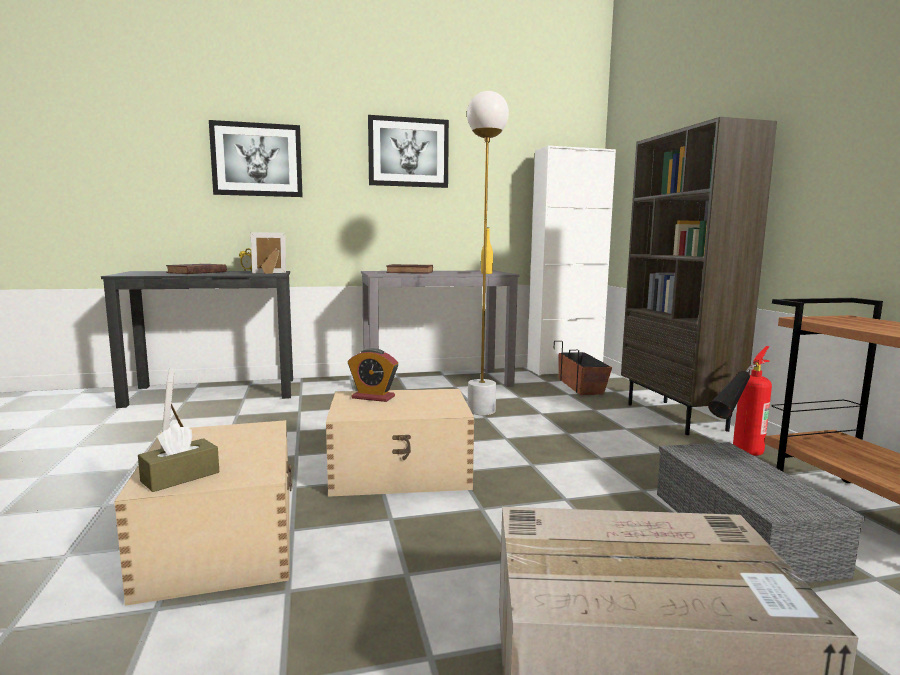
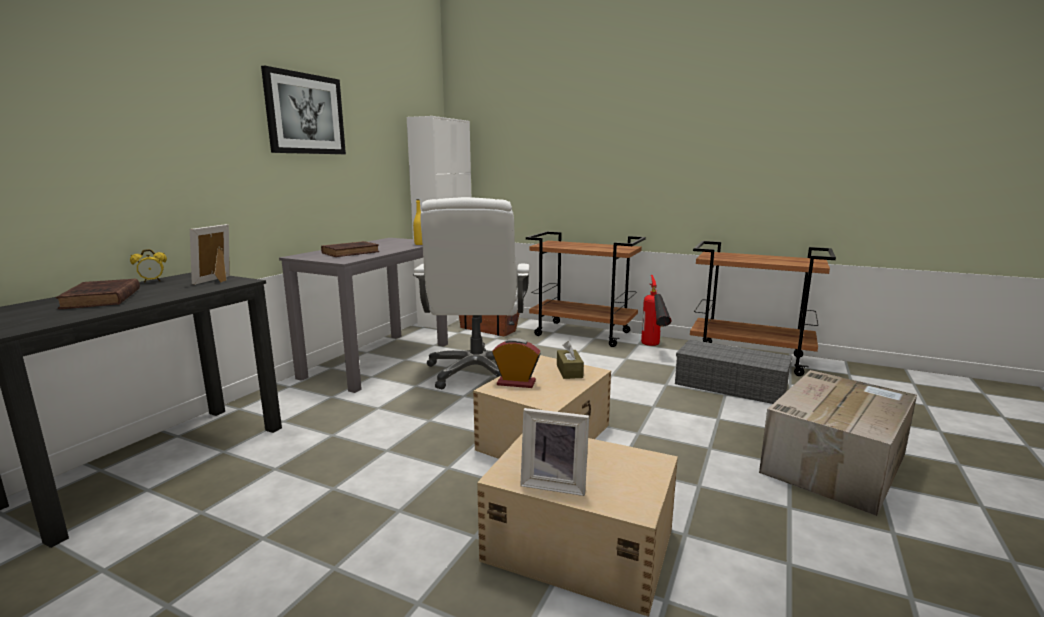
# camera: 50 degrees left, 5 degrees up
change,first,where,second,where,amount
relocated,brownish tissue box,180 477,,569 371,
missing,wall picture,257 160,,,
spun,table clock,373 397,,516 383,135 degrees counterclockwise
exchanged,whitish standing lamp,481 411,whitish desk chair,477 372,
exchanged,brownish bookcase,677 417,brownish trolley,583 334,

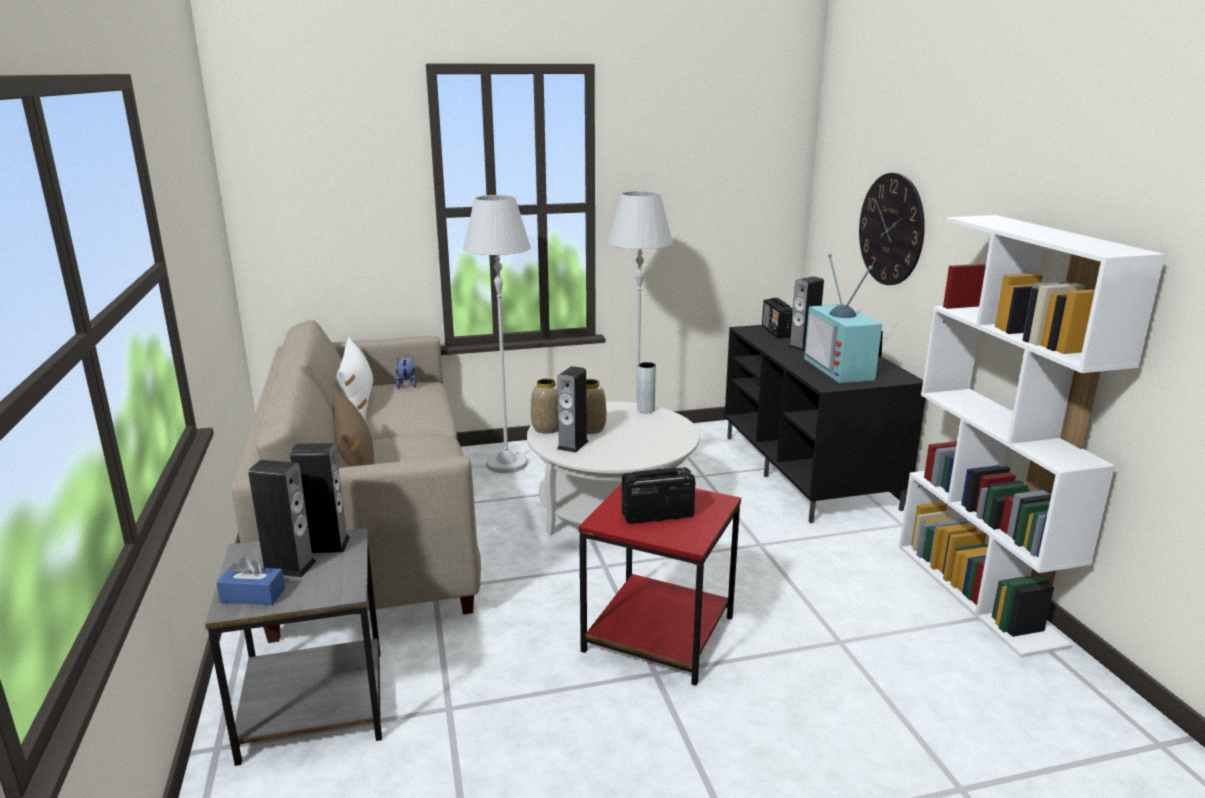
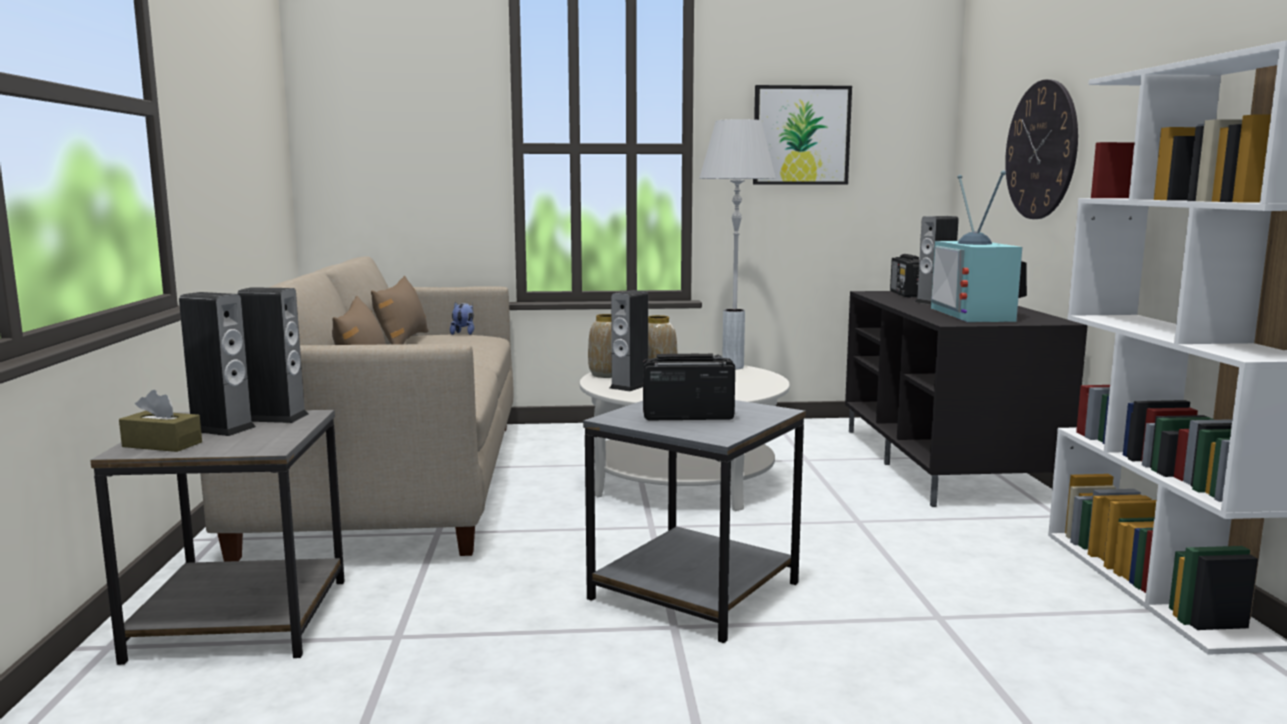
# camera: 10 degrees right, 10 degrees down
change,first,where,second,where,amount
colour,bluish tissue box,253 595,brownish tissue box,162 444,
colour,whitish throw pillow,358 402,brownish throw pillow,402 342,
missing,whitish standing lamp,506 464,,,
colour,reddish accent table,661 633,grey accent table,697 590,
appeared,,,wall picture,801 135,

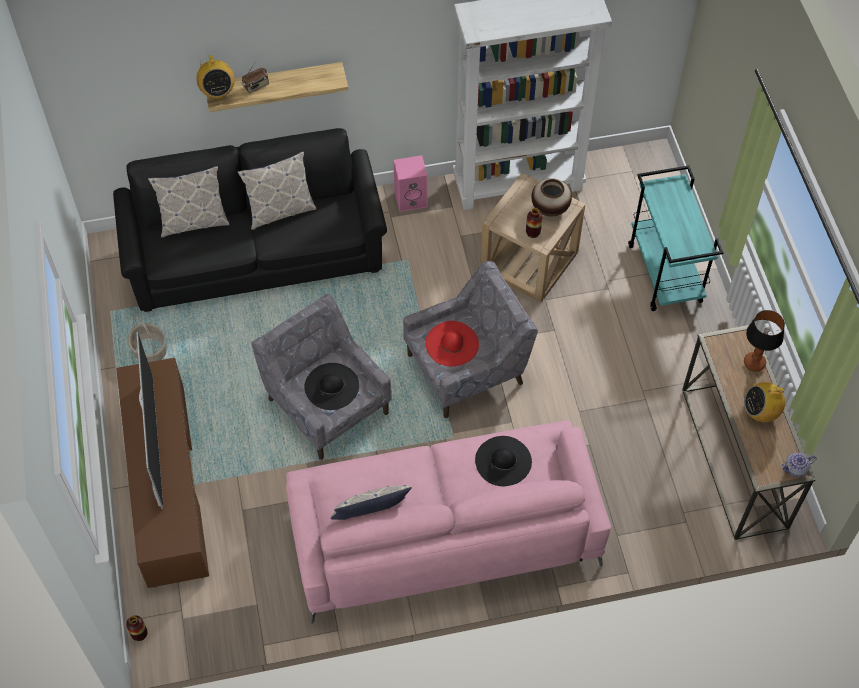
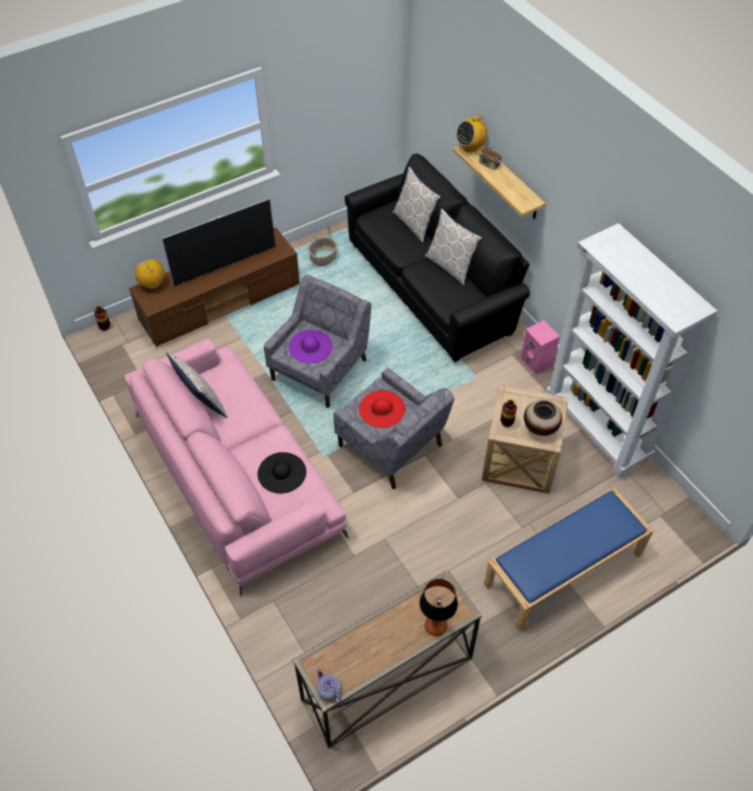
# camera: 70 degrees right, 5 degrees down
change,first,where,second,where,amount
colour,black-coloured hat,331 386,purplish hat,310 346,
exchanged,turquoise trolley,665 274,bluish bench,563 570,
relocated,radio set,760 412,,153 284,

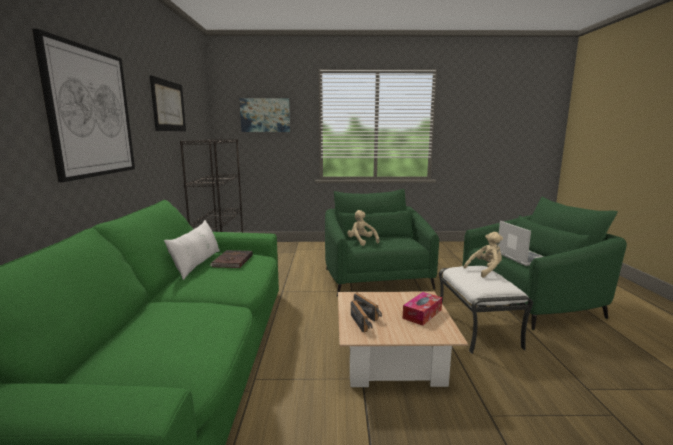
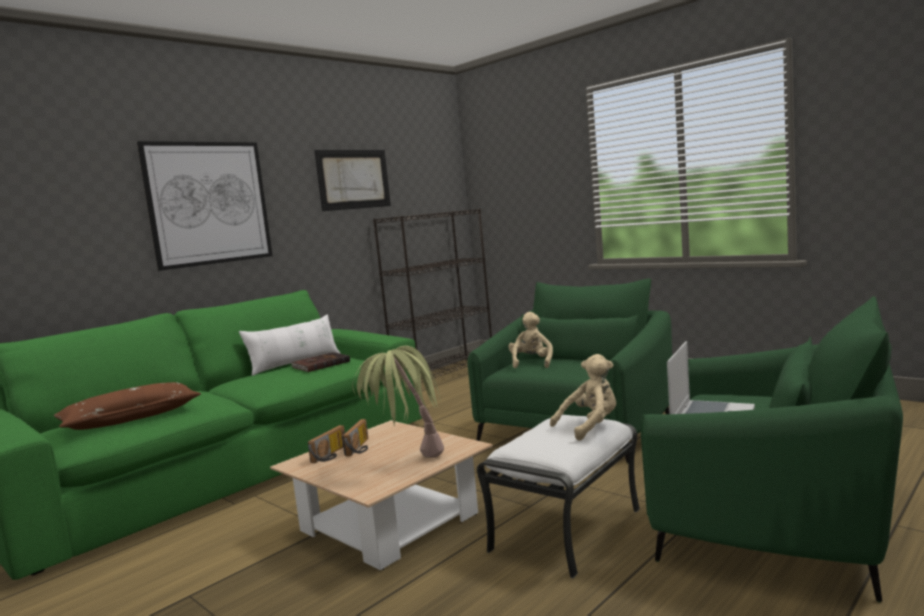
# camera: 45 degrees right, 5 degrees down
change,first,where,second,where,amount
missing,wall picture,265 115,,,
exchanged,tissue box,422 314,potted plant,407 463,
spun,sand-coloured plush toy,485 270,,590 427,45 degrees counterclockwise
appeared,,,brownish throw pillow,131 418,

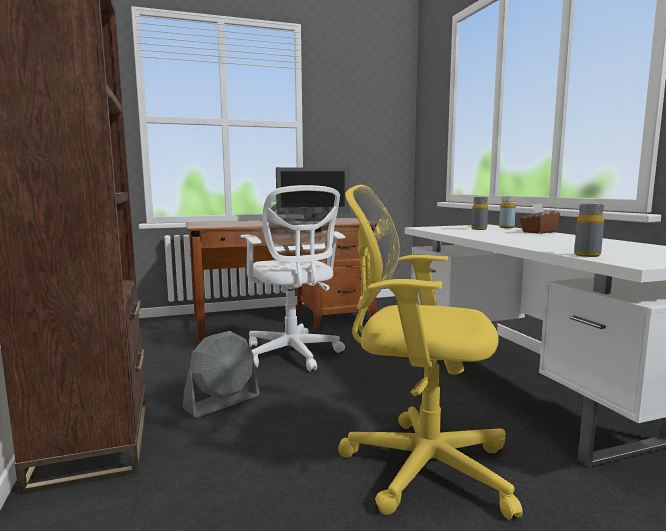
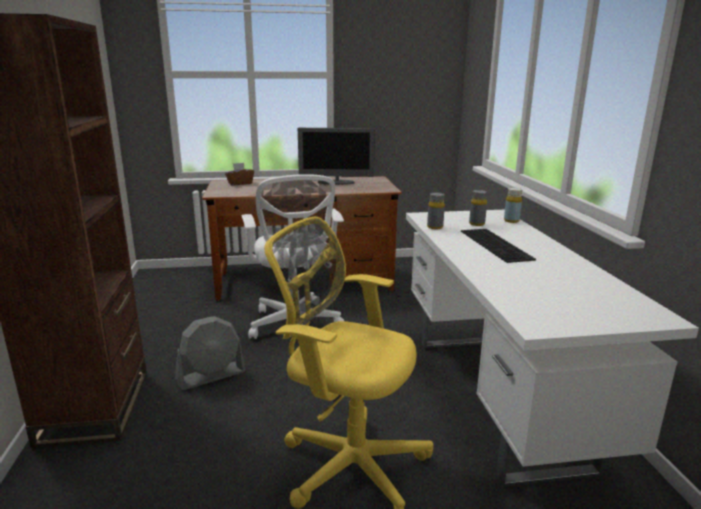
# camera: 10 degrees right, 10 degrees up
change,first,where,second,where,amount
relocated,brownish tissue box,538 232,,240 183,
relocated,grey drink bottle,587 255,,435 227,
appeared,,,PC keyboard,497 245,

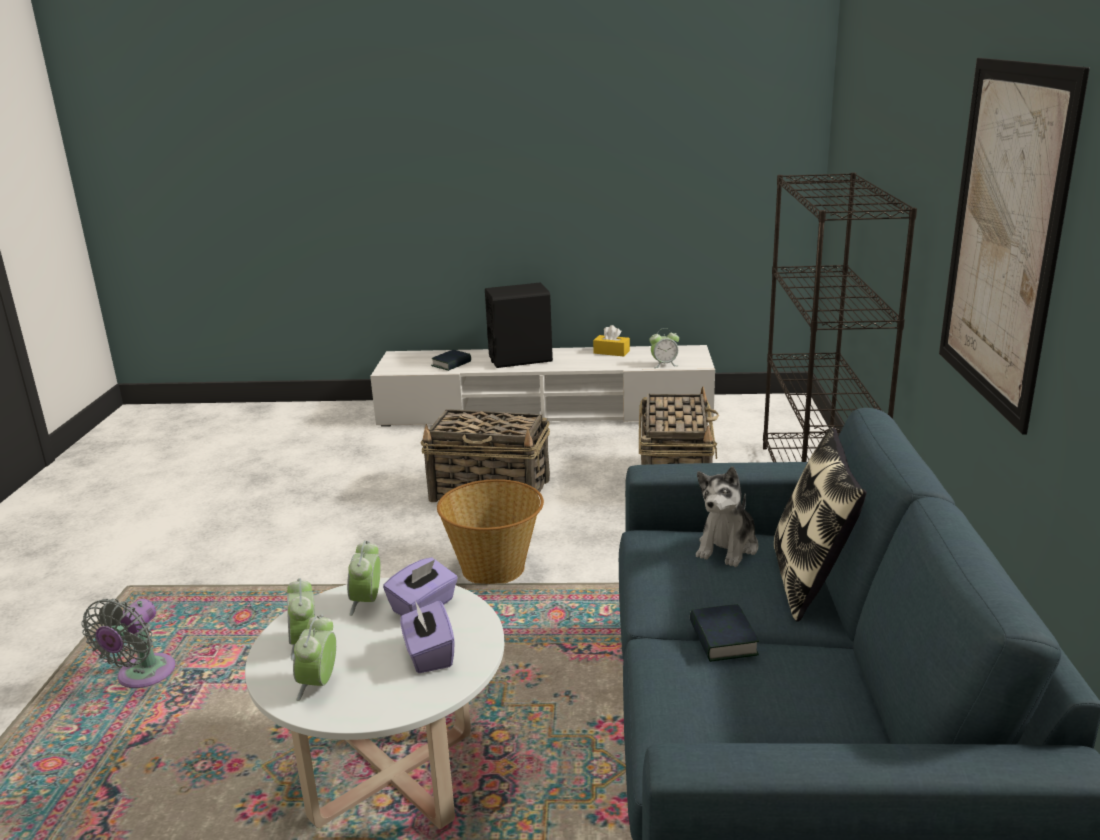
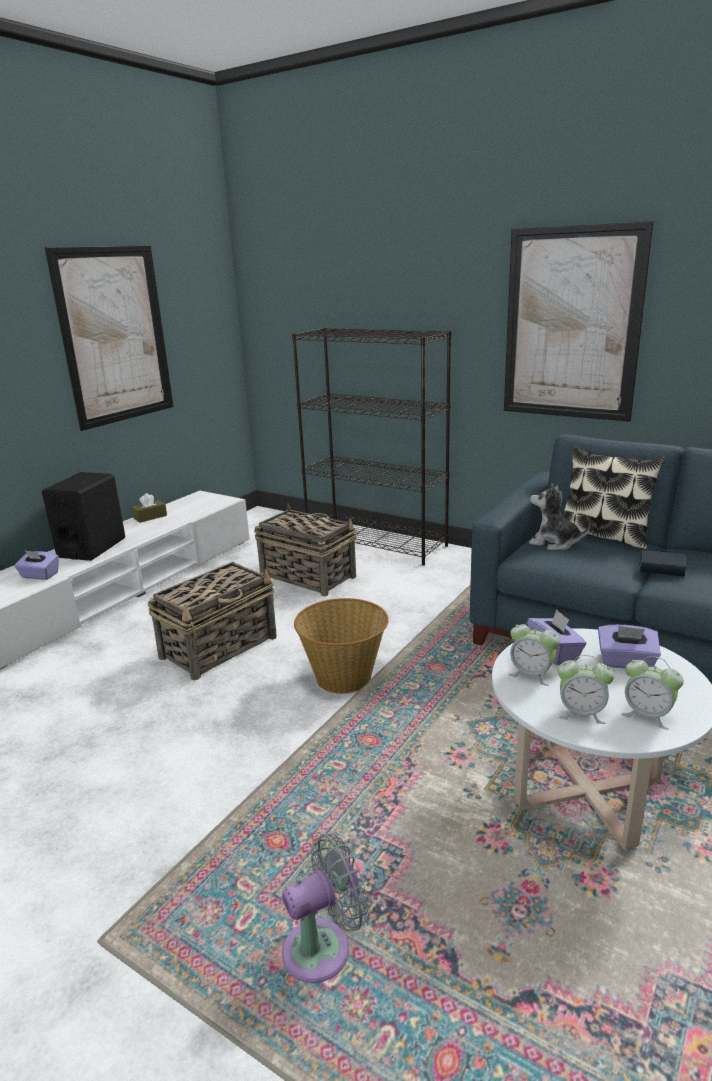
# camera: 60 degrees left, 0 degrees up
change,first,where,second,where,amount
spun,grey fan,142 676,,323 948,75 degrees counterclockwise
exchanged,book,451 364,purplish tissue box,39 575,
colour,yellow tissue box,611 352,brownish tissue box,150 517,
missing,table clock,664 364,,,
spun,plush toy,727 547,,554 543,150 degrees clockwise
appeared,,,wall picture,115 336,

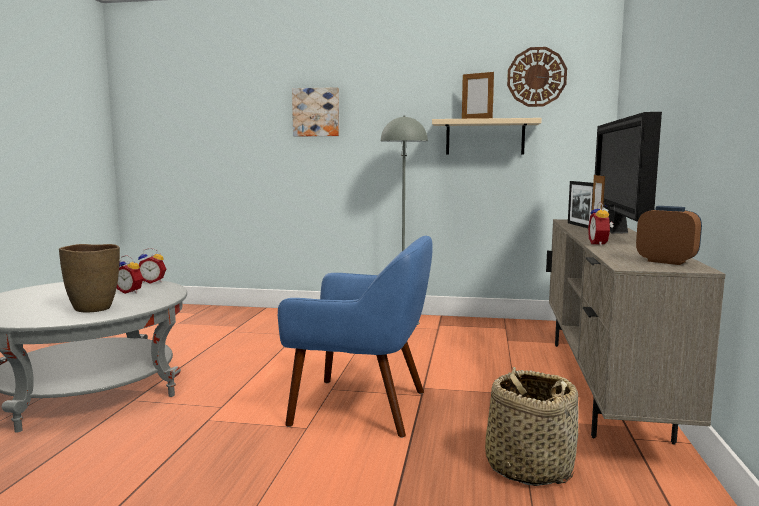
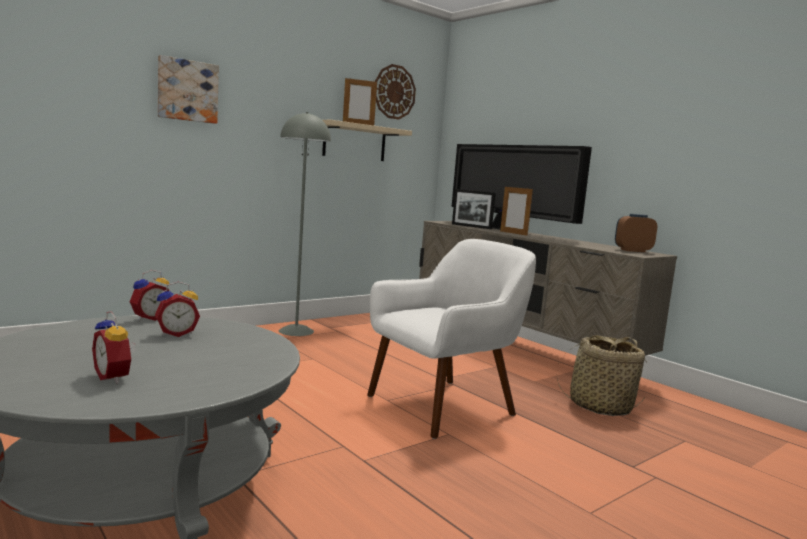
# camera: 50 degrees left, 0 degrees up
change,first,where,second,where,amount
missing,brownish flower vase,94 308,,,
colour,bluish lounge chair,362 408,whitish lounge chair,443 406,
relocated,table clock,600 244,,115 377,

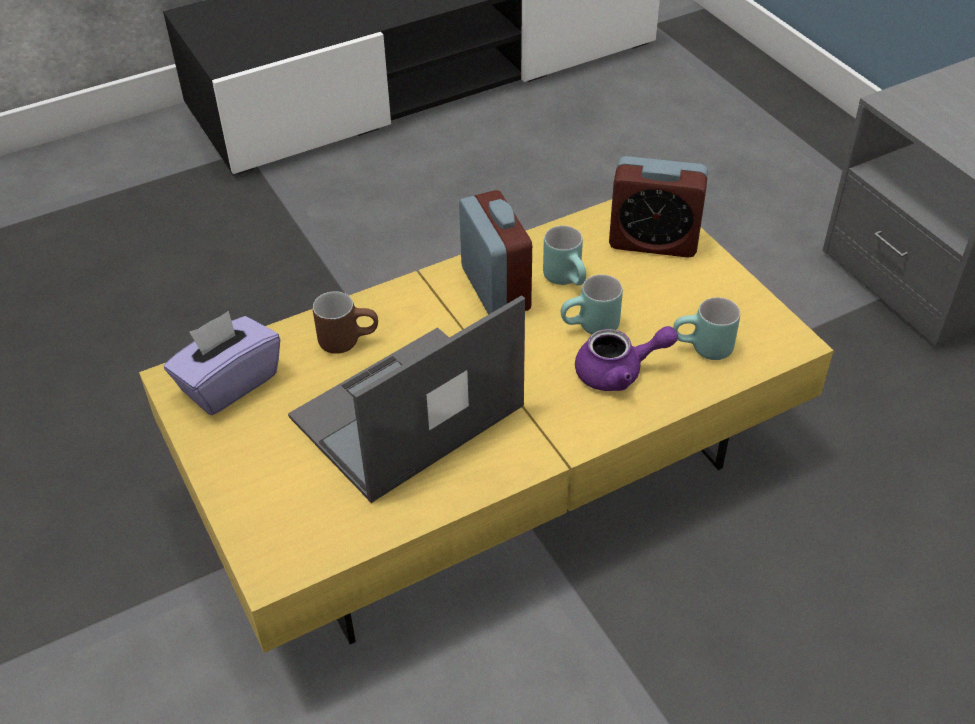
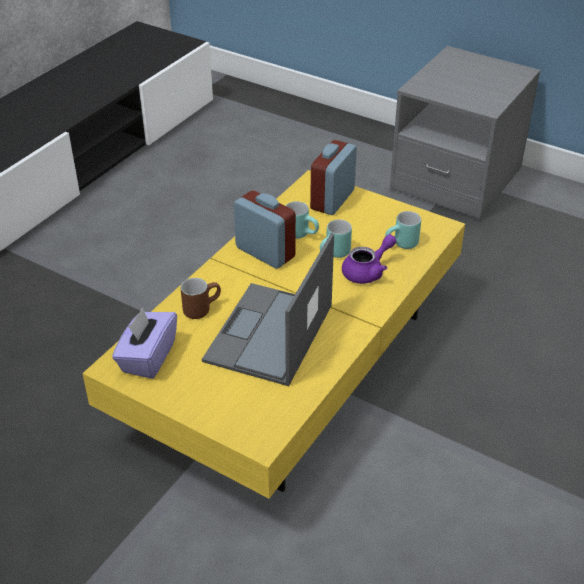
# camera: 30 degrees left, 5 degrees down
change,first,where,second,where,amount
spun,table clock,653 241,,332 200,135 degrees clockwise

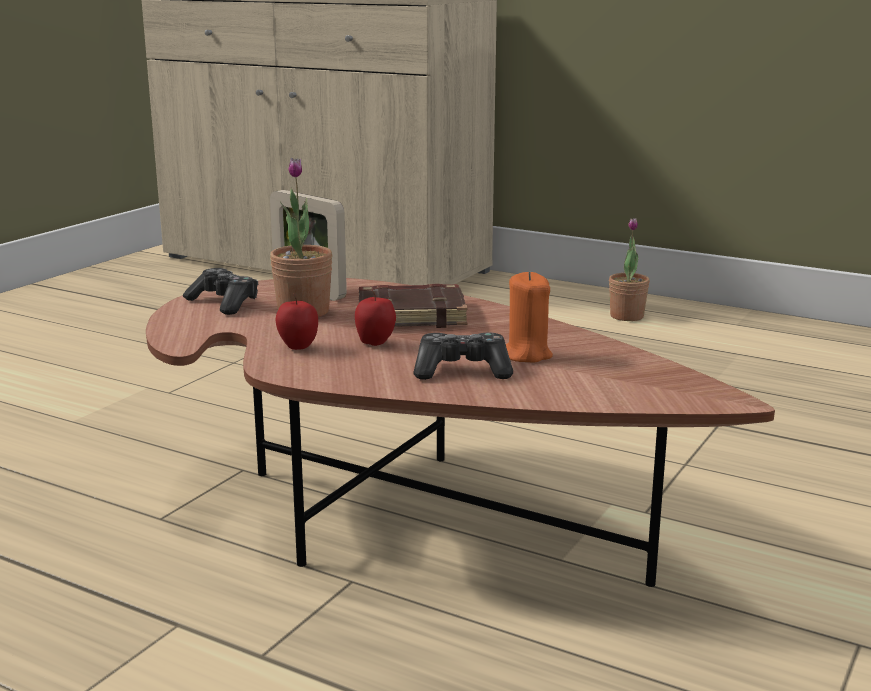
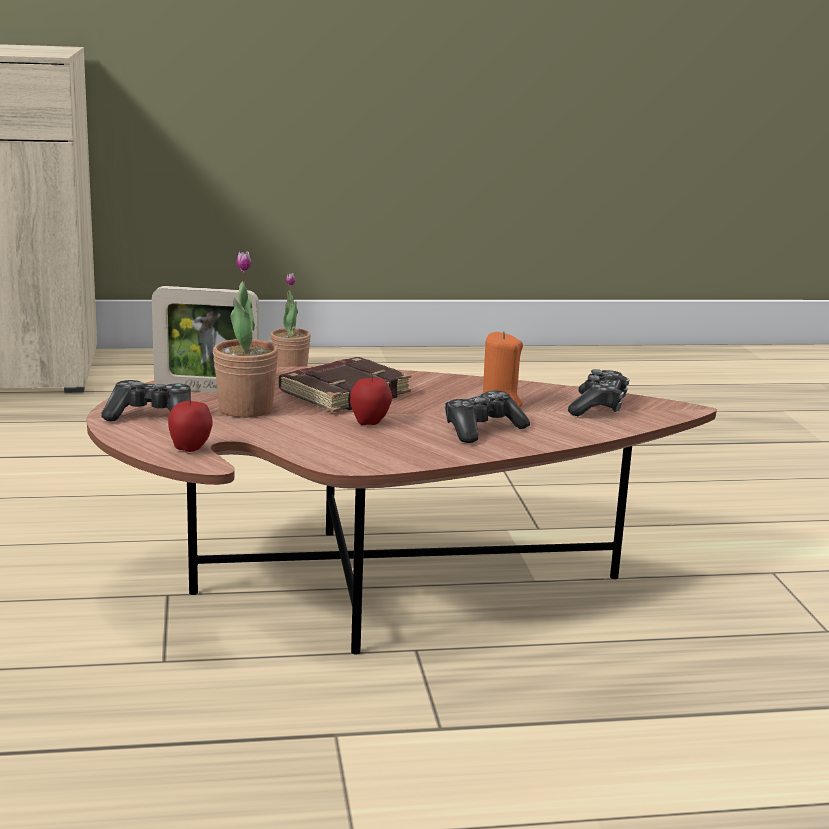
# camera: 40 degrees left, 0 degrees up
change,first,where,second,where,amount
relocated,apple fruit,298 348,,190 449,
appeared,,,joypad,598 406,

